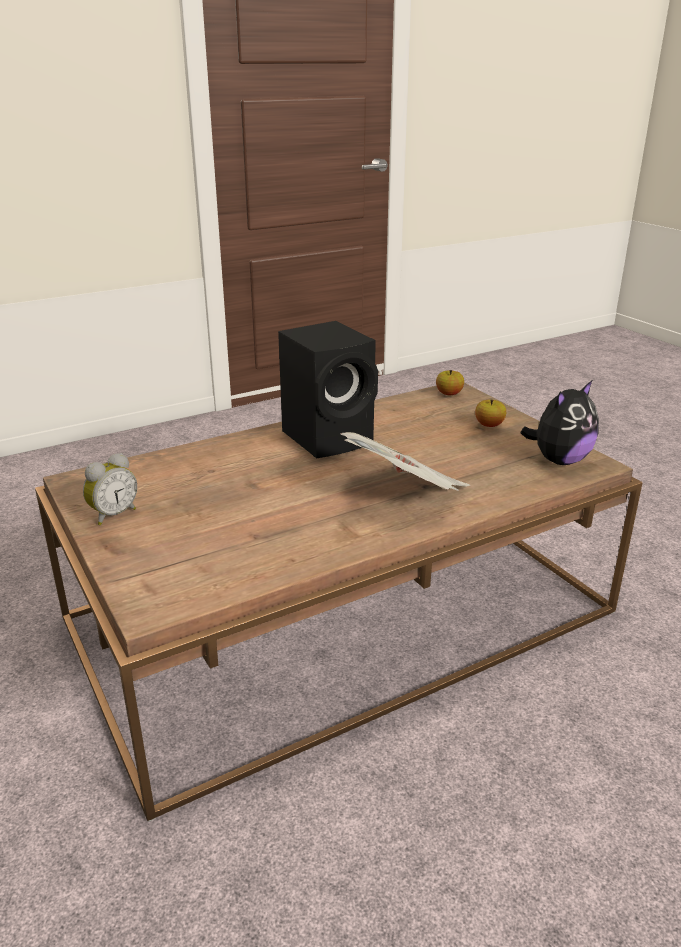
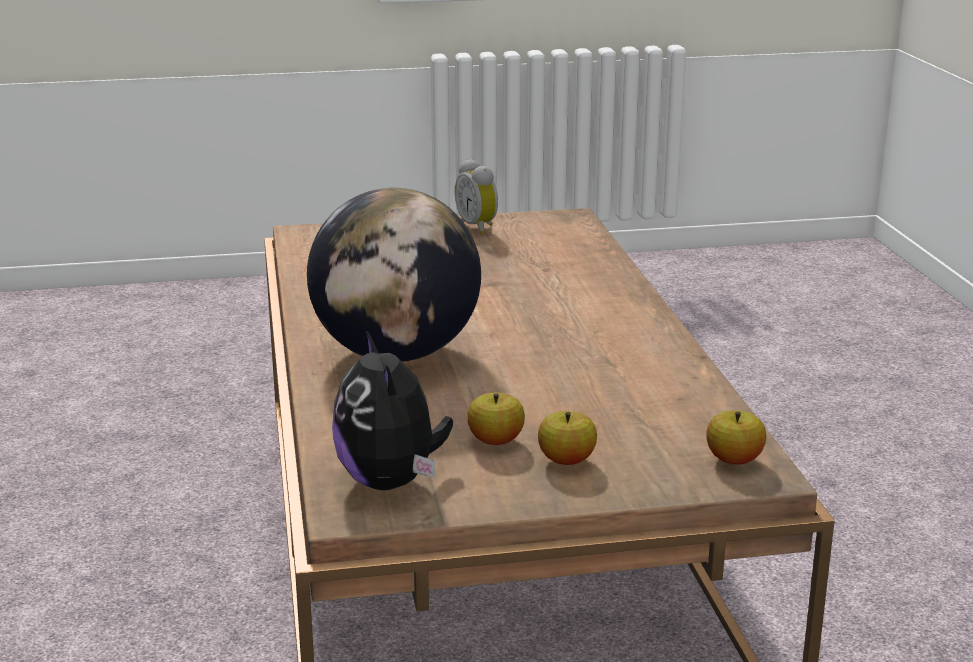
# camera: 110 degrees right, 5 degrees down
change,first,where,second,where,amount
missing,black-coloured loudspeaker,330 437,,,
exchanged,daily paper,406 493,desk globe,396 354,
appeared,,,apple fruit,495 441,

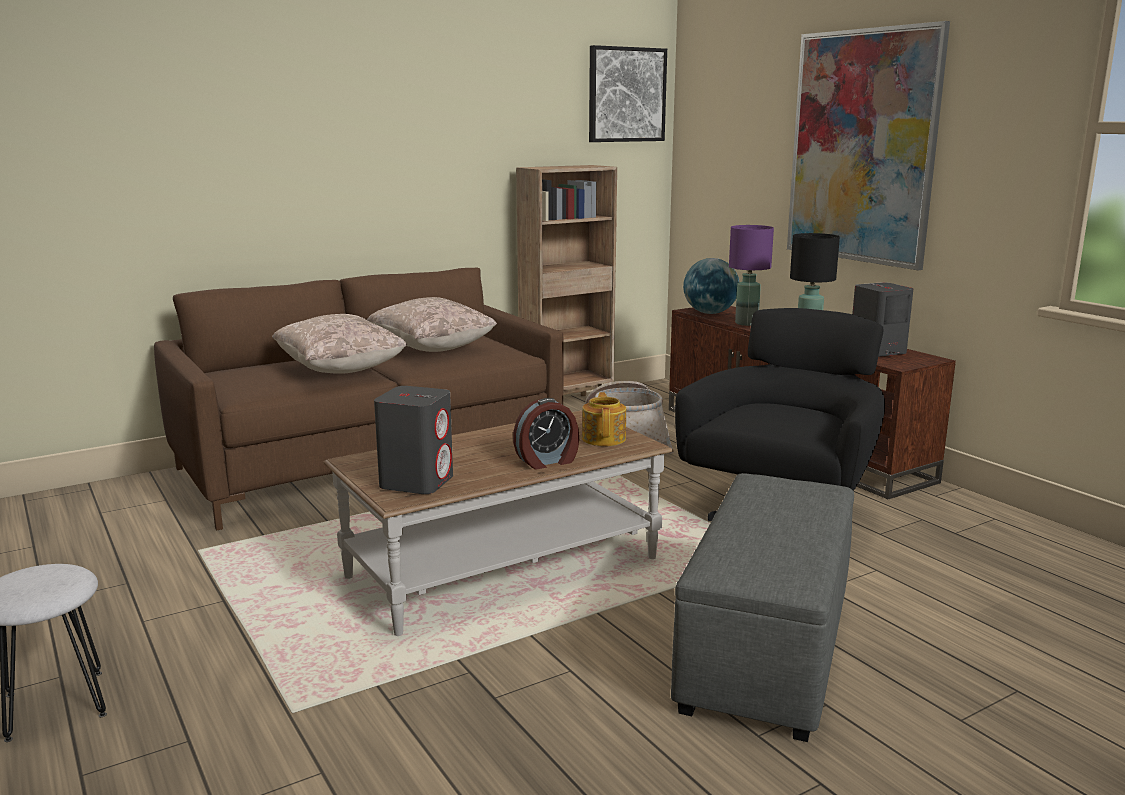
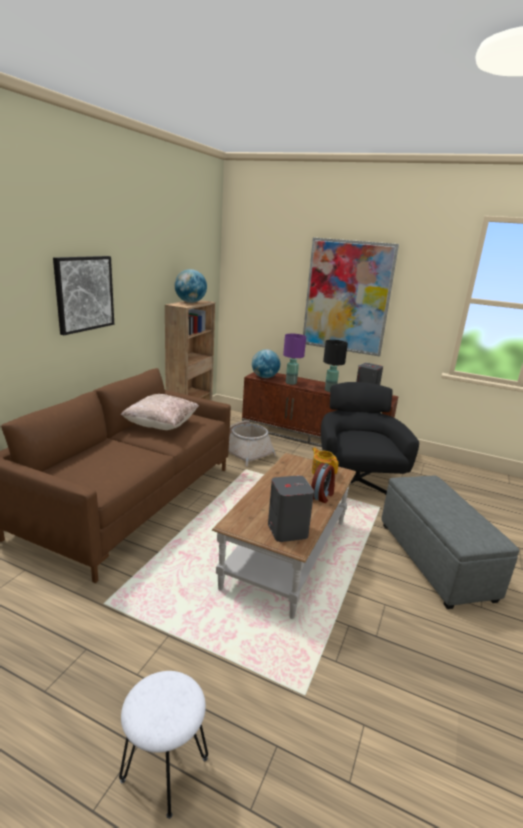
# camera: 35 degrees left, 5 degrees up
change,first,where,second,where,amount
missing,sand-coloured throw pillow,340 370,,,
relocated,wall picture,626 95,,84 293,
appeared,,,desk globe,190 302,

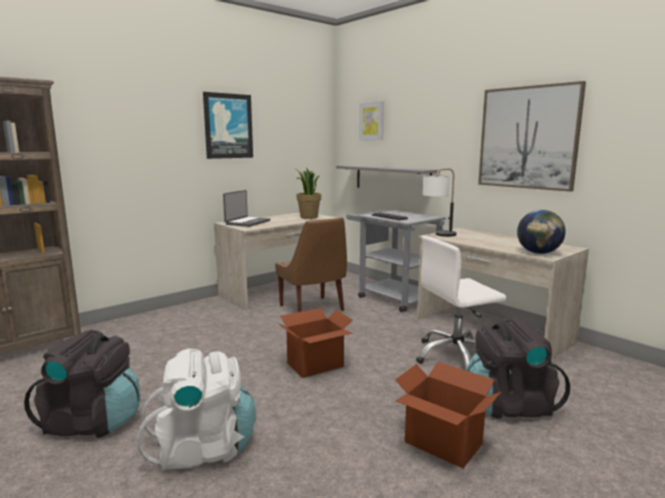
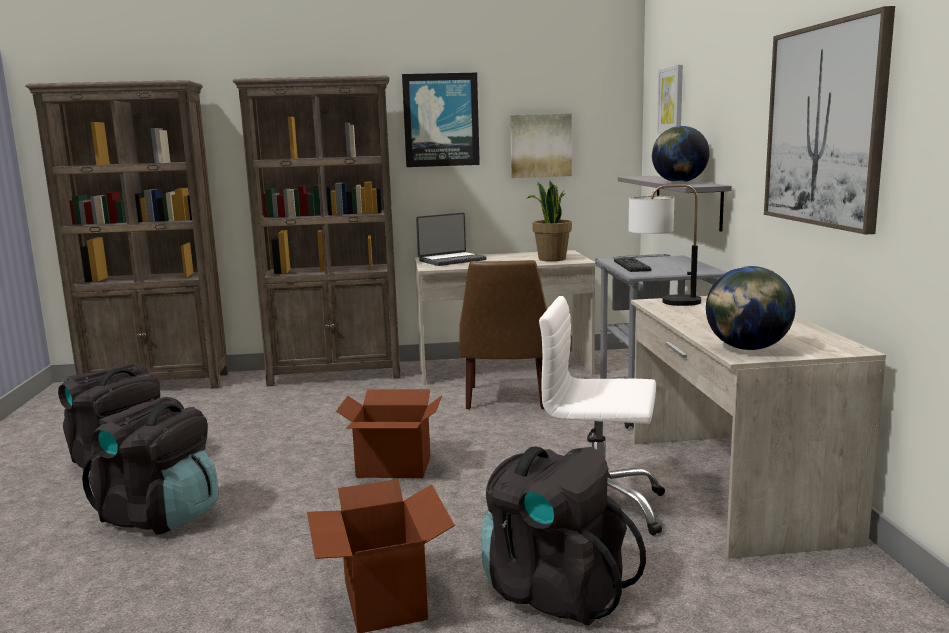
# camera: 35 degrees right, 0 degrees up
change,first,where,second,where,amount
colour,whitish rucksack,203 448,black-coloured rucksack,161 516,
appeared,,,brownish bookcase,336 374,
appeared,,,wall picture,540 145,
appeared,,,desk globe,679 182,

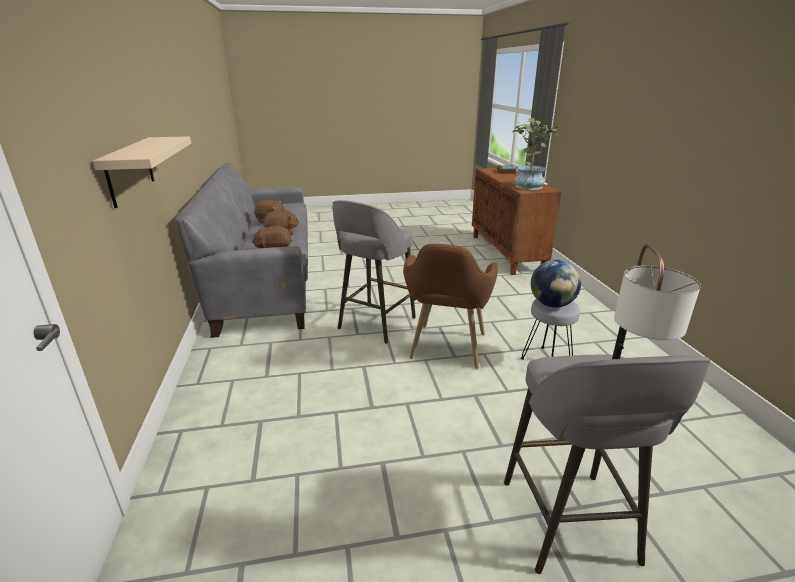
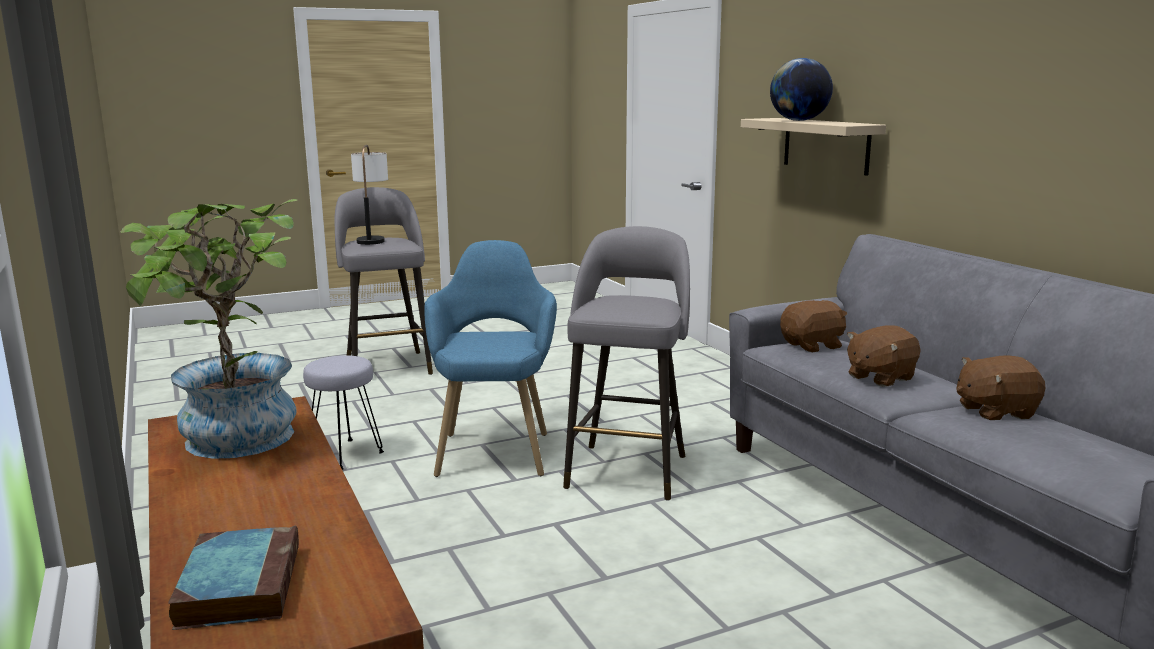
# camera: 165 degrees right, 10 degrees down
change,first,where,second,where,amount
colour,brownish lounge chair,446 352,bluish lounge chair,495 447,
relocated,desk globe,552 304,,799 120,

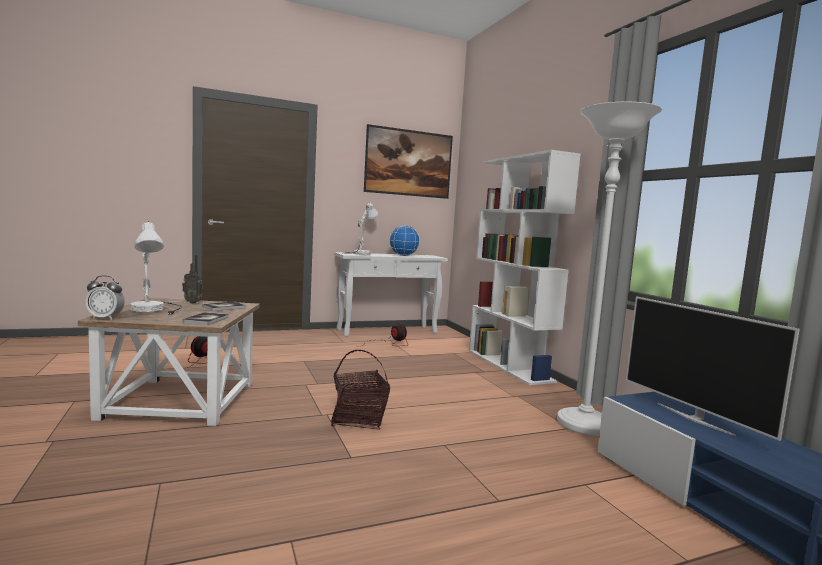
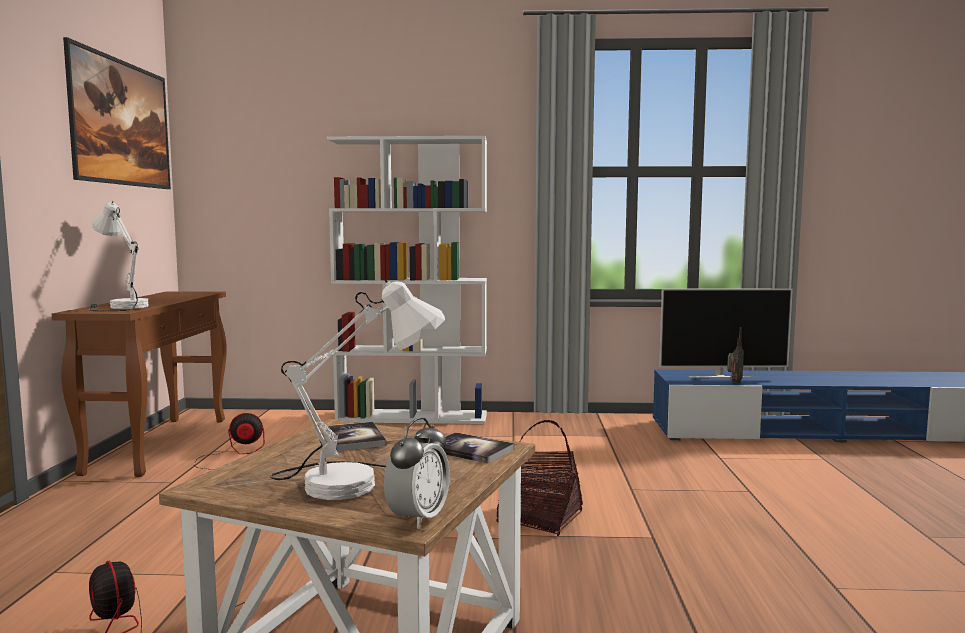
# camera: 65 degrees left, 0 degrees up
change,first,where,second,where,amount
relocated,radio set,193 302,,734 382,
colour,whitish hall table,388 331,brownish hall table,159 444,
missing,desk globe,403 255,,,
missing,whitish standing lamp,584 425,,,

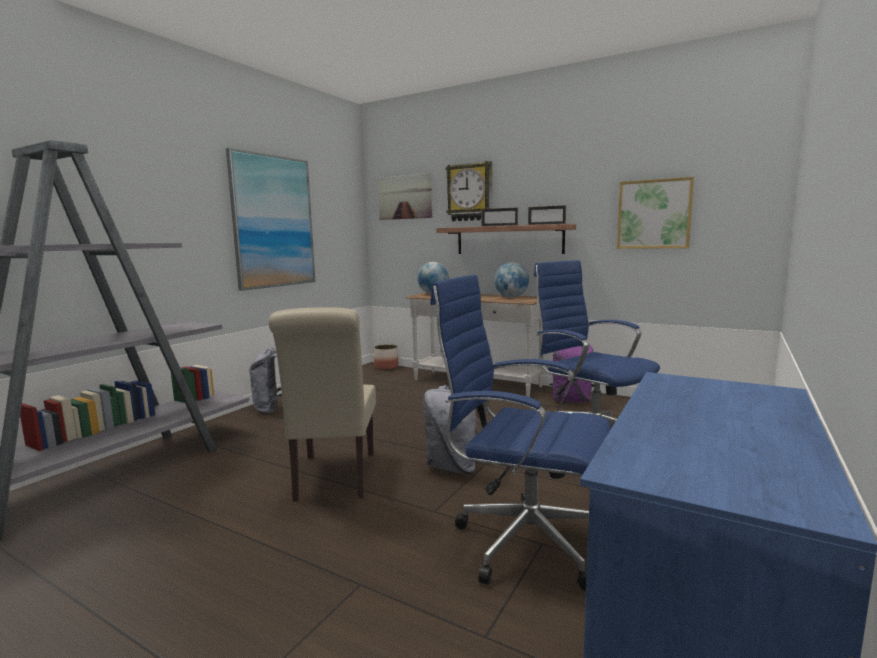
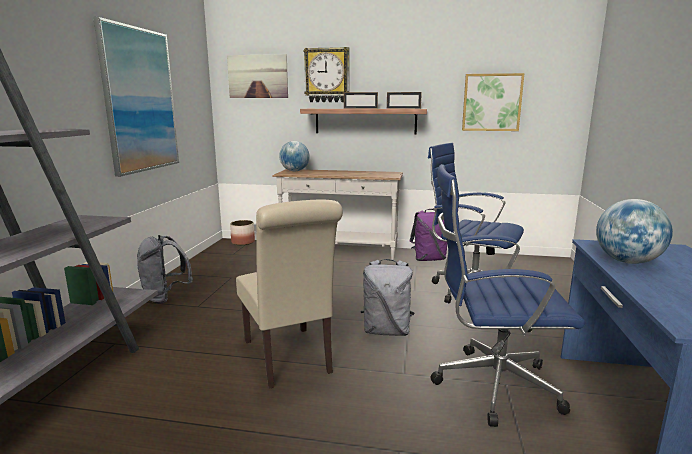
# camera: 20 degrees left, 5 degrees up
change,first,where,second,where,amount
relocated,desk globe,511 297,,627 262,

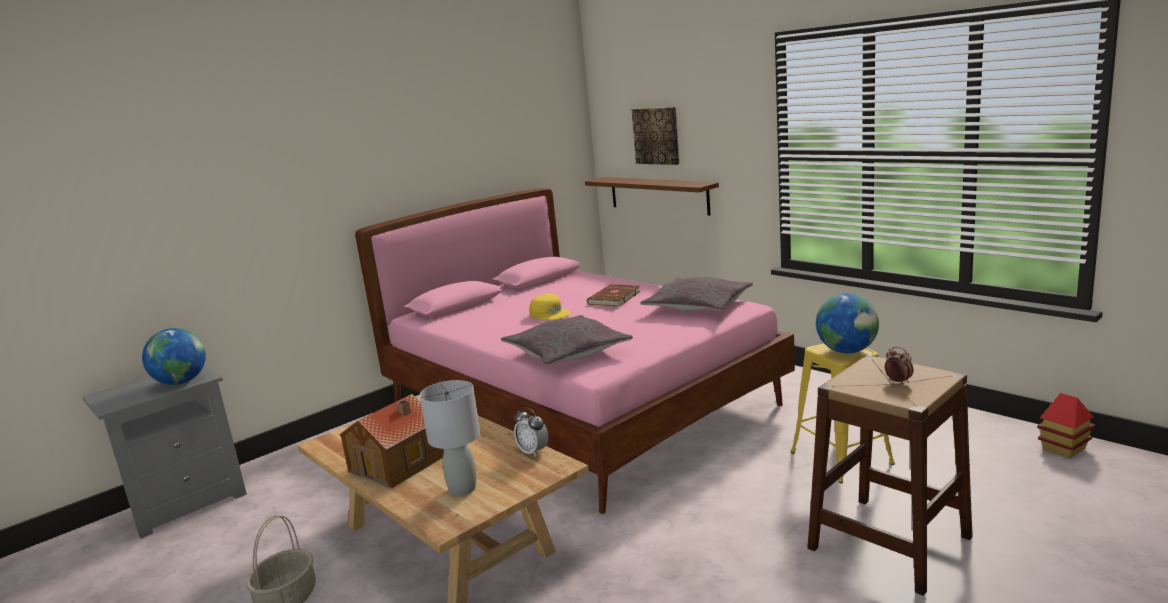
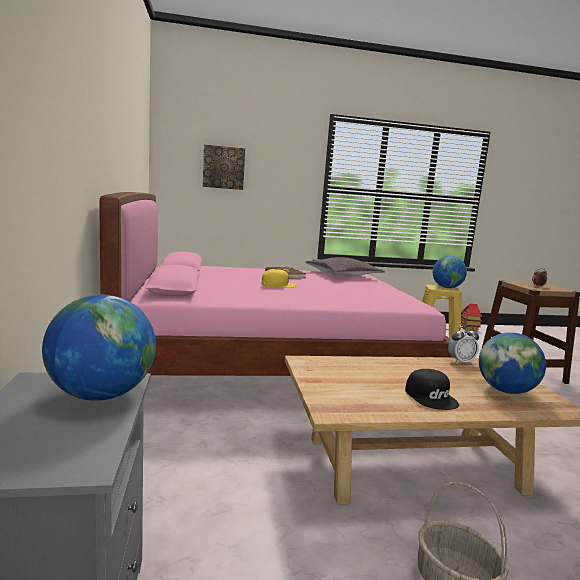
# camera: 60 degrees left, 5 degrees down
change,first,where,second,where,amount
exchanged,toy house,398 463,black-coloured baseball cap,431 396,
exchanged,grey table lamp,462 489,desk globe,506 391,
missing,grey throw pillow,566 352,,,
missing,brownish shelf,658 195,,,

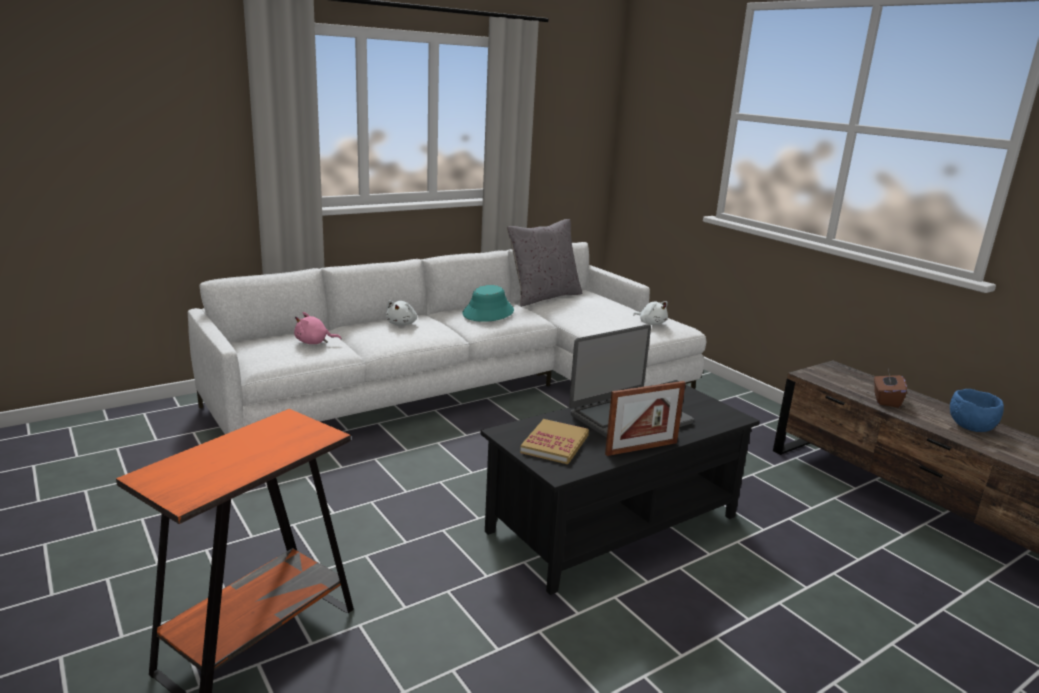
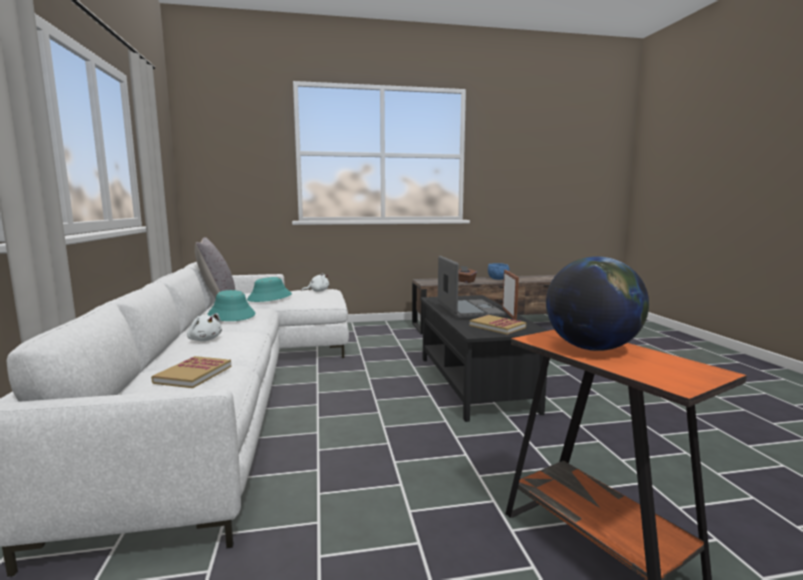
# camera: 65 degrees left, 10 degrees down
change,first,where,second,where,amount
exchanged,pinkish plush toy,314 342,book,193 374,
appeared,,,turquoise hat,269 297,
appeared,,,desk globe,591 348,

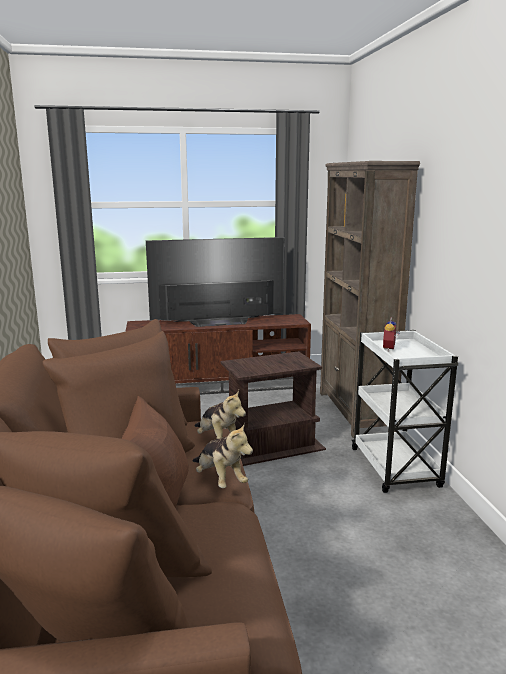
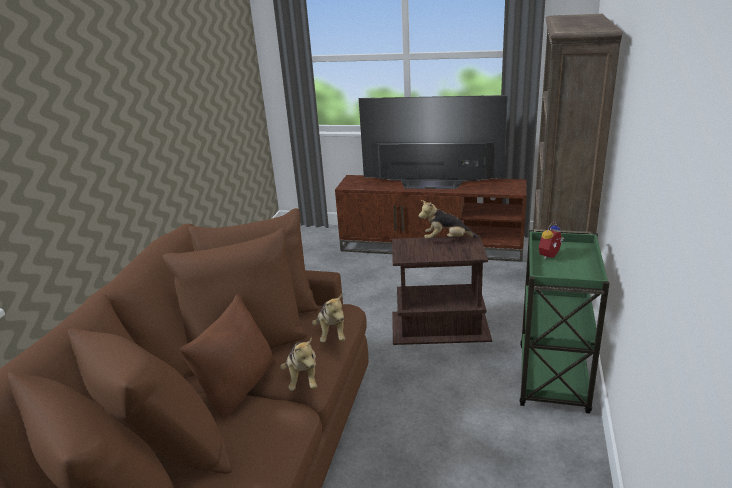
# camera: 25 degrees right, 10 degrees up
change,first,where,second,where,amount
colour,whitish trolley,395 469,green trolley,552 379,
appeared,,,plush toy,446 240,

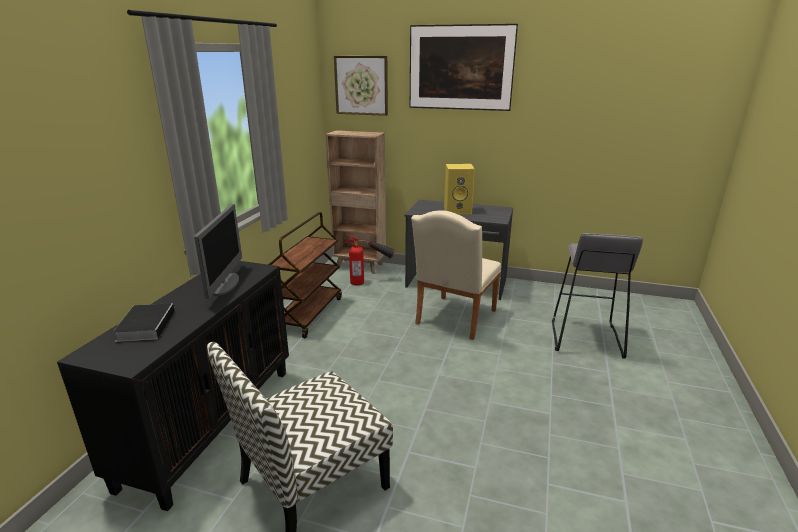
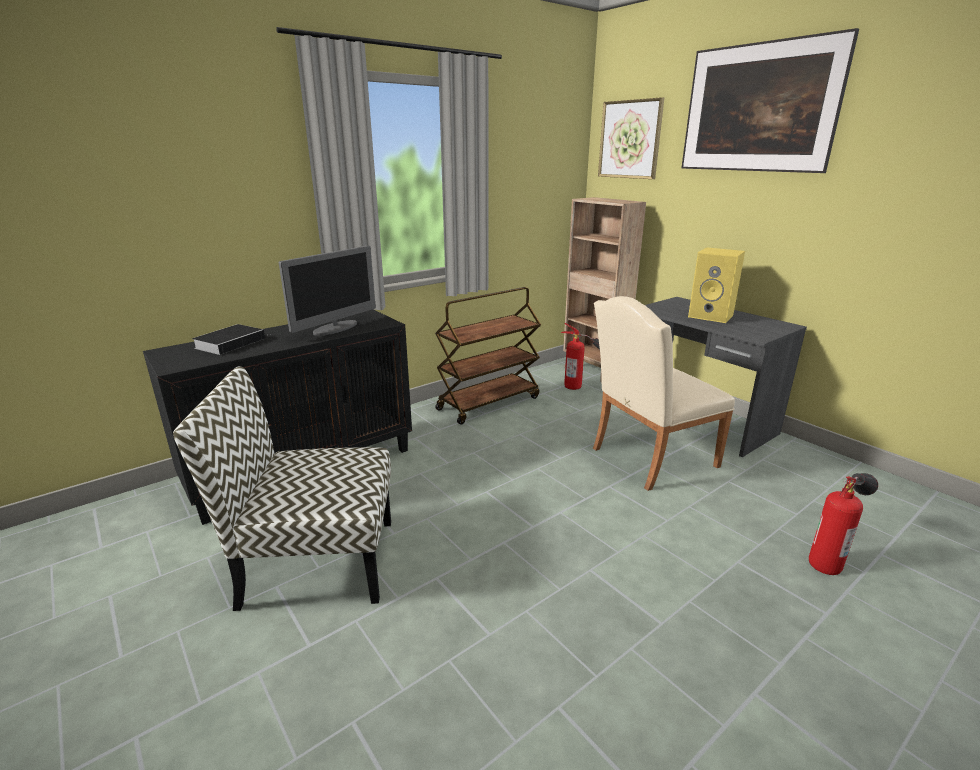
# camera: 35 degrees right, 0 degrees up
change,first,where,second,where,amount
exchanged,grey sitting stool,585 338,fire extinguisher,834 552,

